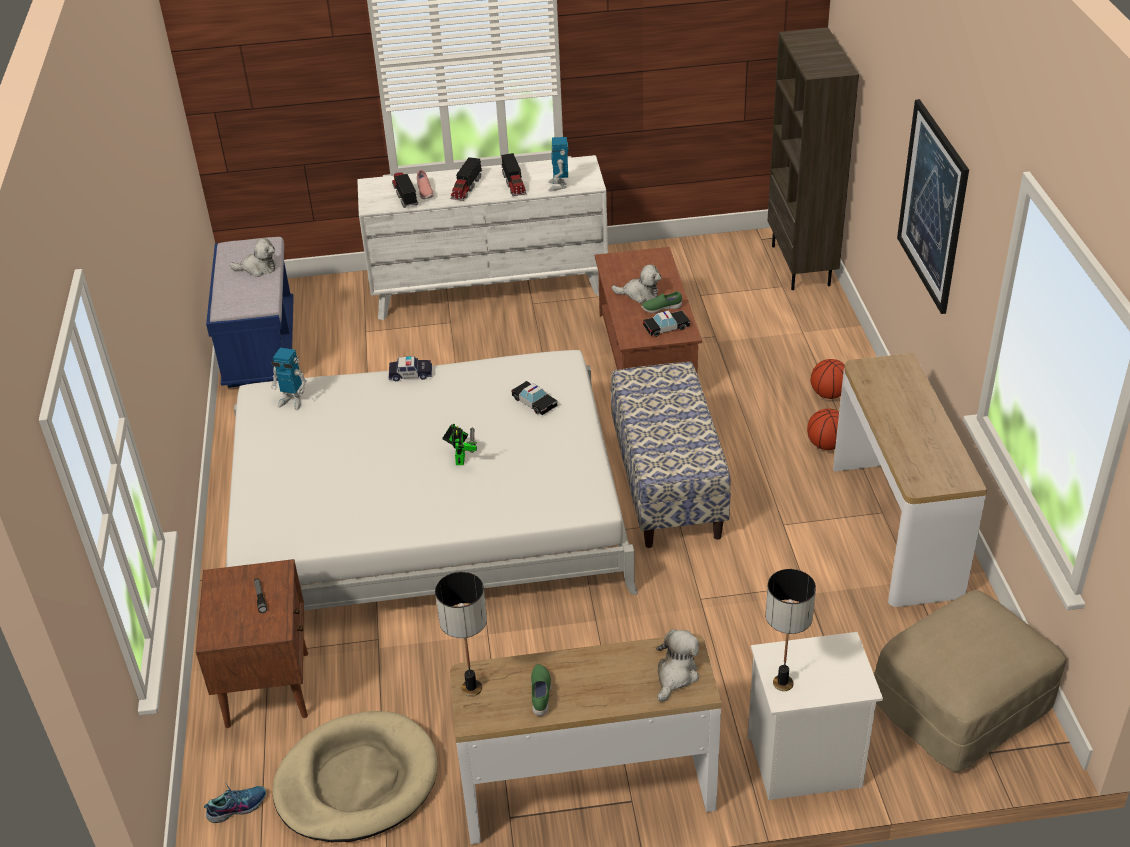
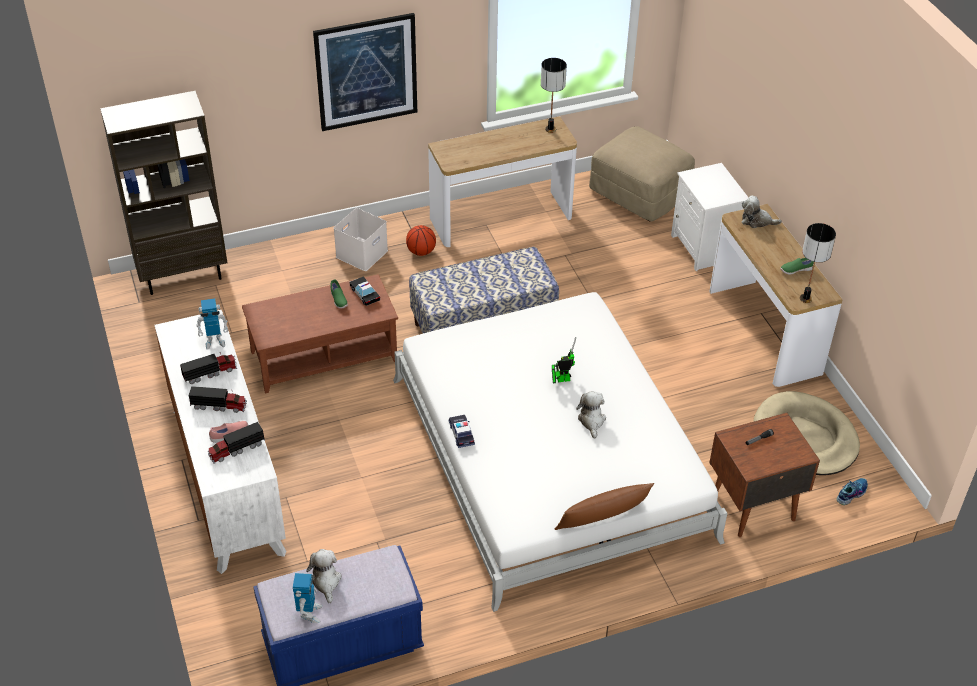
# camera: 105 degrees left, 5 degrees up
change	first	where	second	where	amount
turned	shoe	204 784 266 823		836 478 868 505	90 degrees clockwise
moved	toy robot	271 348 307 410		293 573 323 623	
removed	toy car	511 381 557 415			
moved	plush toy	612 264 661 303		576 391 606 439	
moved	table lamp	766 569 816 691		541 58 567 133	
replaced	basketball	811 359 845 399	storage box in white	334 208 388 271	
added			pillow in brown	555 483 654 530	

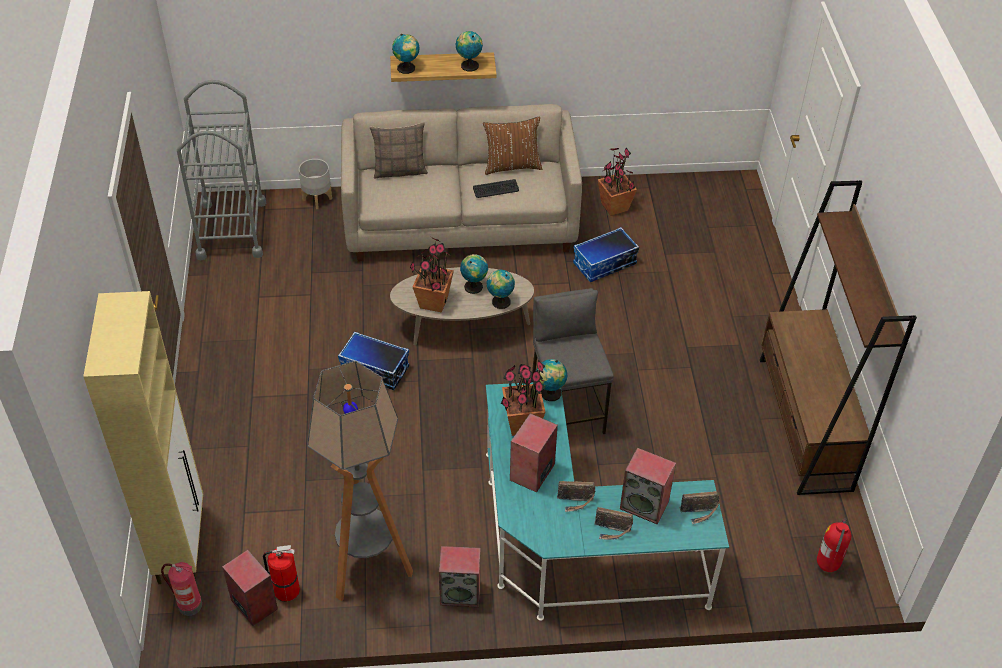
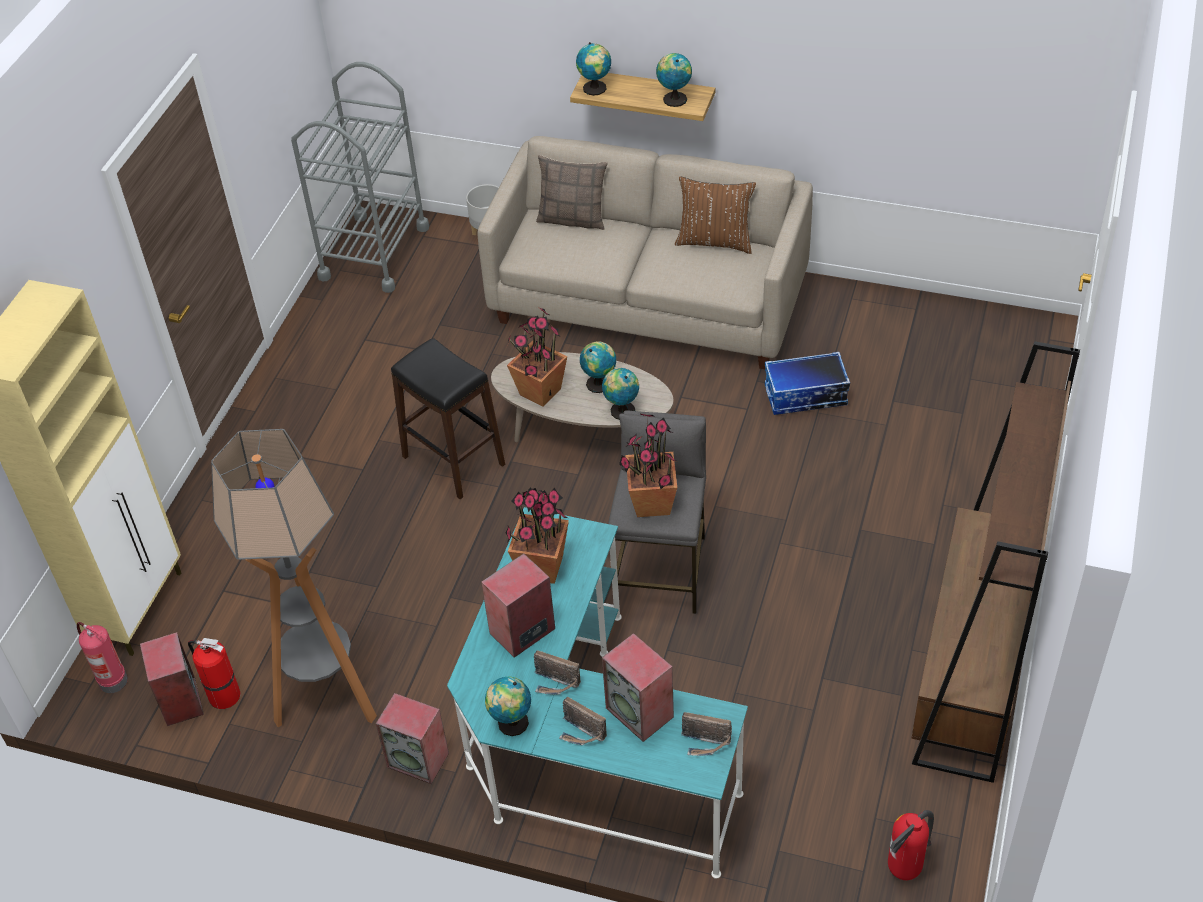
# camera: 25 degrees right, 0 degrees up
change	first	where	second	where	amount
replaced	storage box	338 332 409 390	stool in black	391 338 505 499	
removed	keyboard	473 179 519 198			
moved	globe	536 359 567 401		485 677 531 736	
moved	potted plant	598 147 637 216		619 414 678 517	

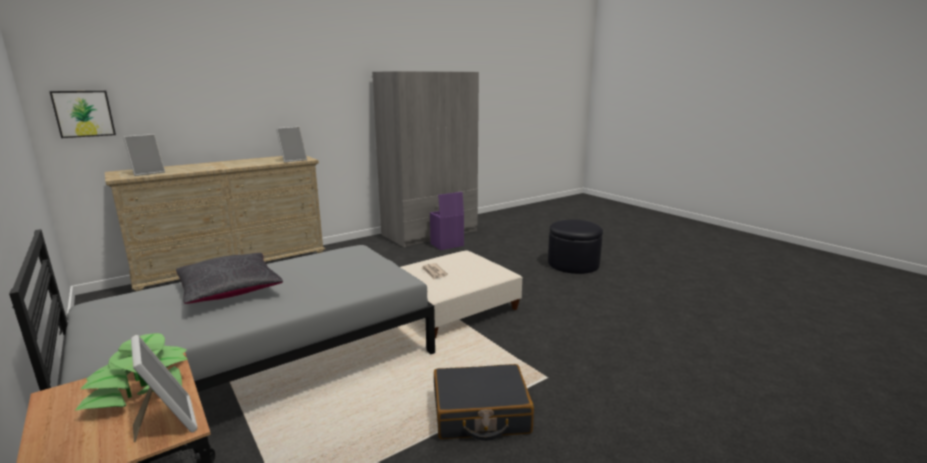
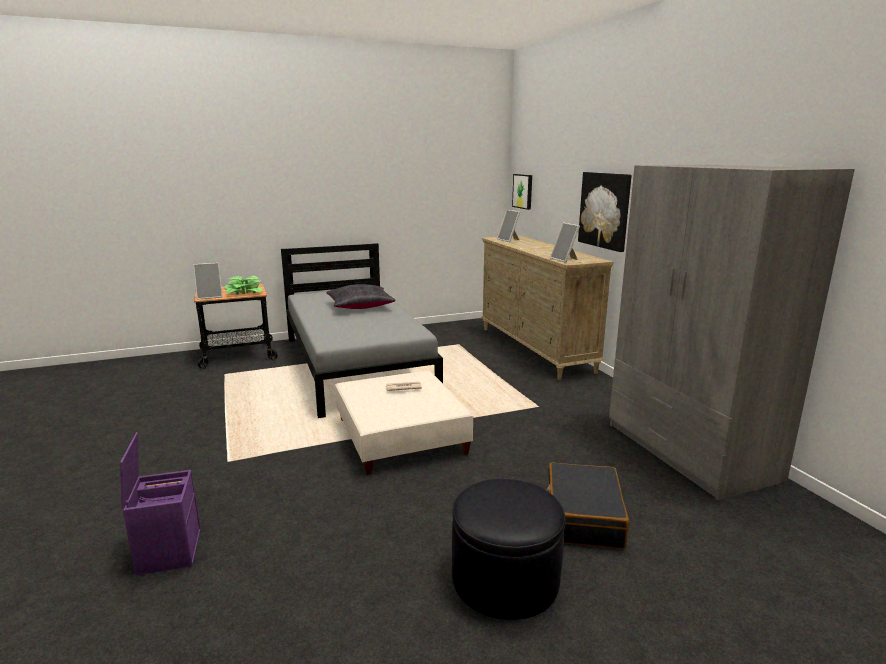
# camera: 105 degrees right, 0 degrees up
change	first	where	second	where	amount
moved	storage box in purple	430 192 464 250		120 432 201 576	
moved	suitcase in black	434 364 534 441		545 462 629 549	
added			picture	578 172 632 252	

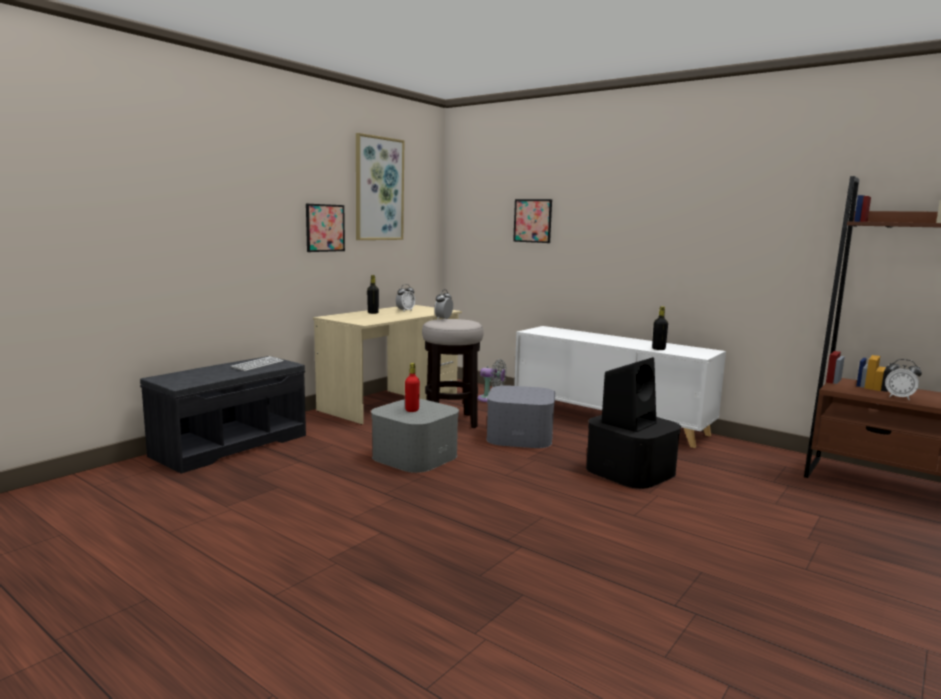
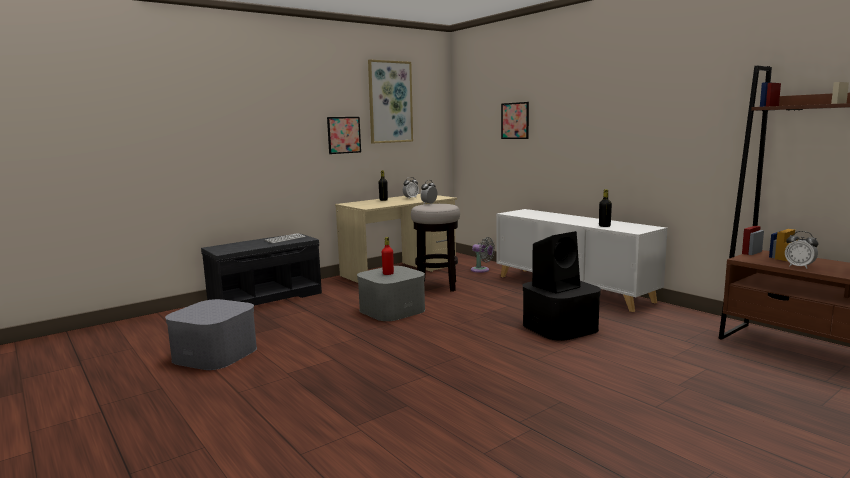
# camera: 15 degrees right, 0 degrees up
change	first	where	second	where	amount
moved	storage box in grey	486 385 555 448		165 299 257 370	

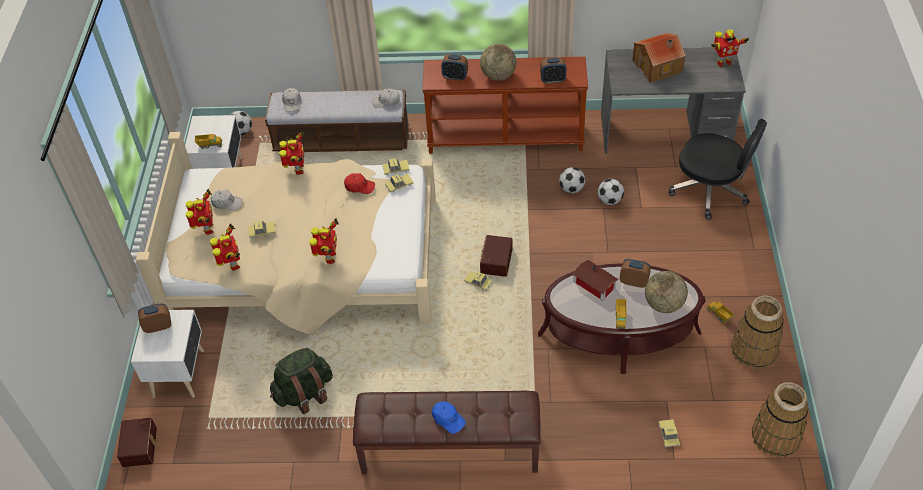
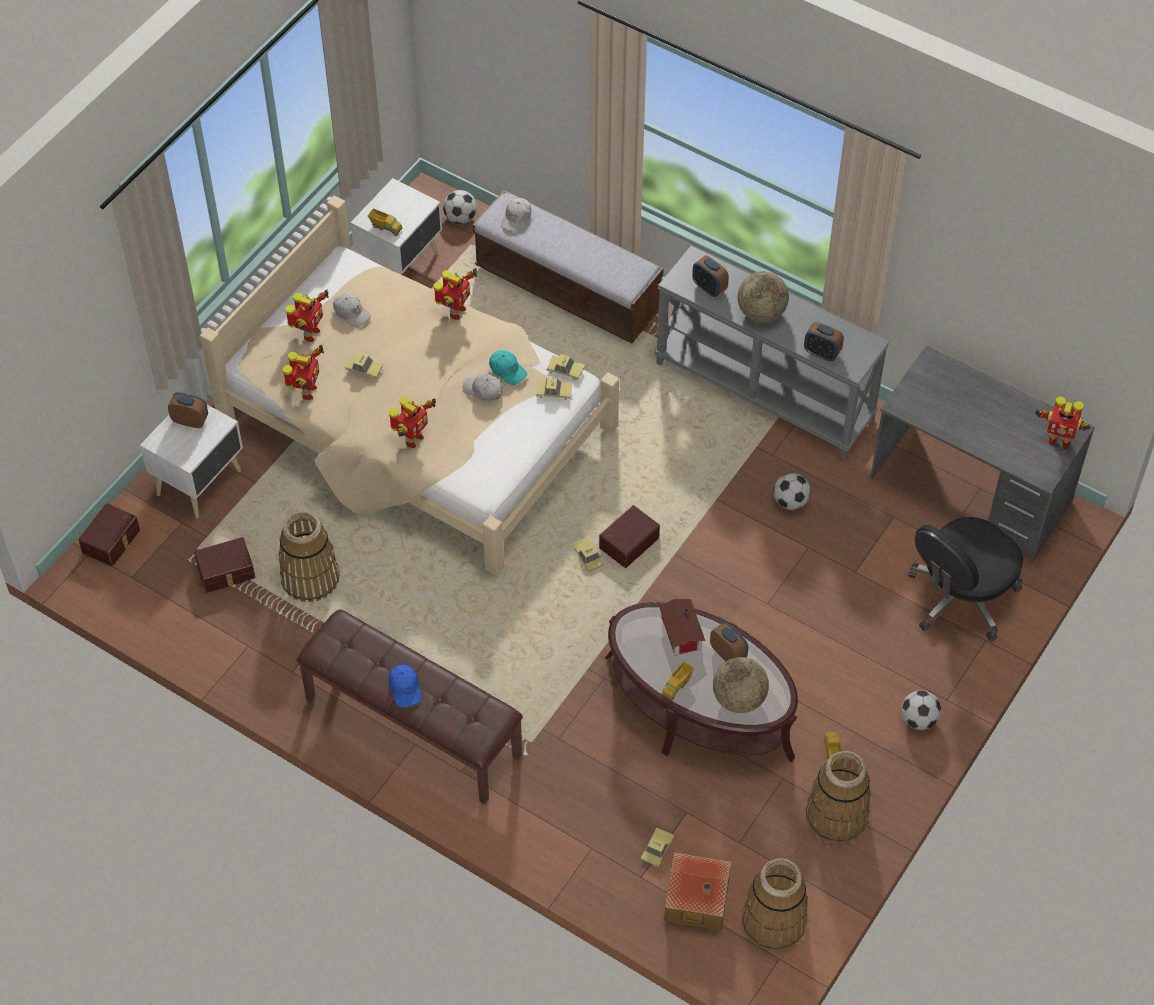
# camera: 30 degrees right, 5 degrees up
change	first	where	second	where	amount
replaced	backpack in green	270 348 333 414	basket	278 511 340 602	
recoloured	cap in red	344 173 375 194	cap in turquoise	489 350 527 385	
moved	cap in white	372 89 399 108		463 373 503 401	
recoloured	console table in brown	422 57 588 154	console table in grey	655 245 890 460	
moved	football	598 179 624 205		901 690 941 730	
moved	toy house	632 33 686 83		664 852 731 930	
turned	office chair in black	669 119 767 220		908 517 1023 641	75 degrees clockwise
added			storage box in brown	194 537 255 593	

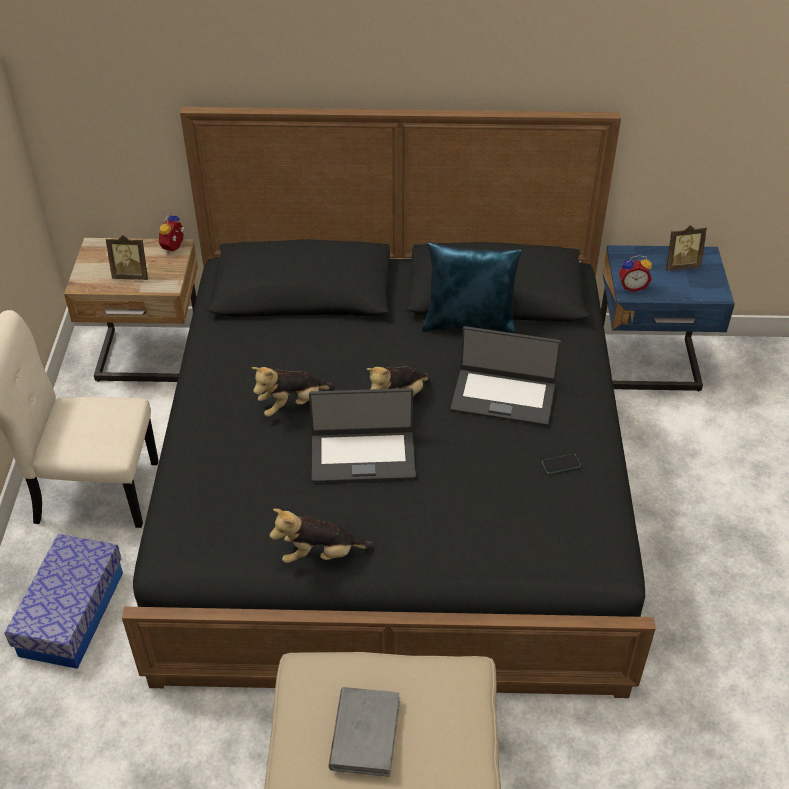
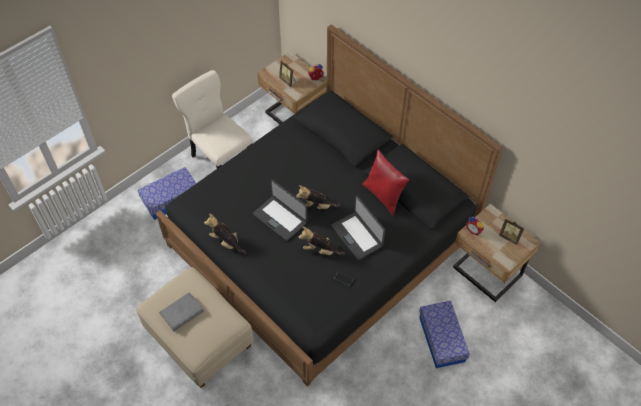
# camera: 45 degrees right, 10 degrees up
change	first	where	second	where	amount
moved	plush toy	252 367 334 417		299 227 345 255	
recoloured	pillow in blue	422 242 522 334	pillow in red	362 150 410 216	
recoloured	nightstand in blue	601 245 735 391	nightstand in beige	453 204 541 302	
added			storage box	419 301 470 368	

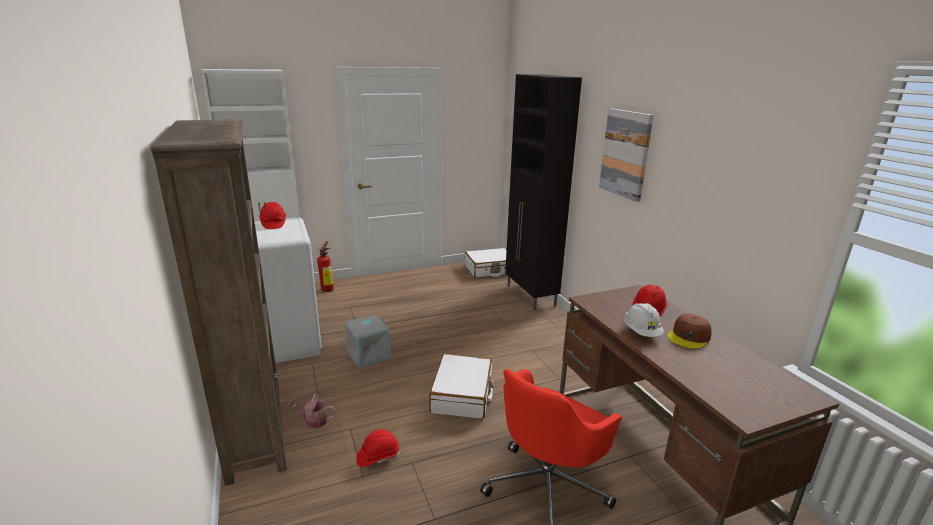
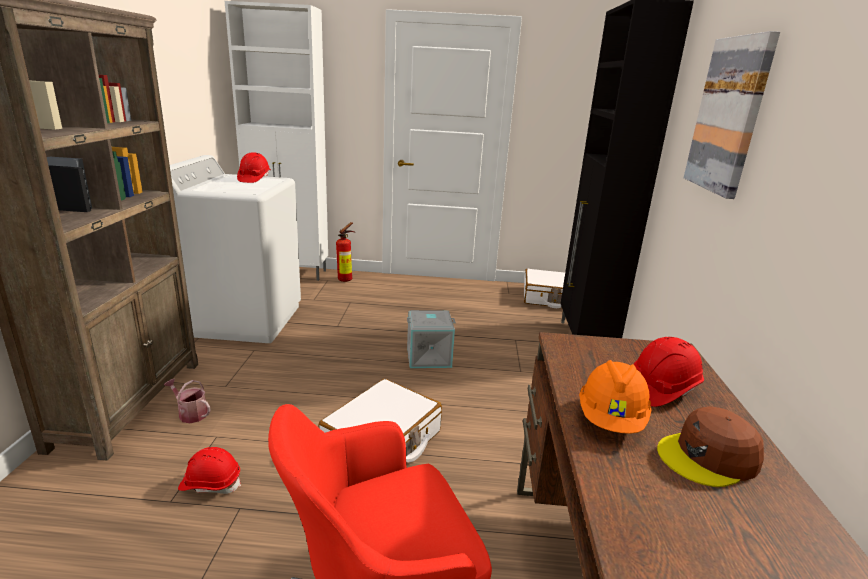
# camera: 25 degrees right, 0 degrees up
change	first	where	second	where	amount
moved	storage box in grey	345 315 390 367		407 310 456 368	
recoloured	hard hat in white	624 303 664 337	hard hat in orange	579 360 651 434	

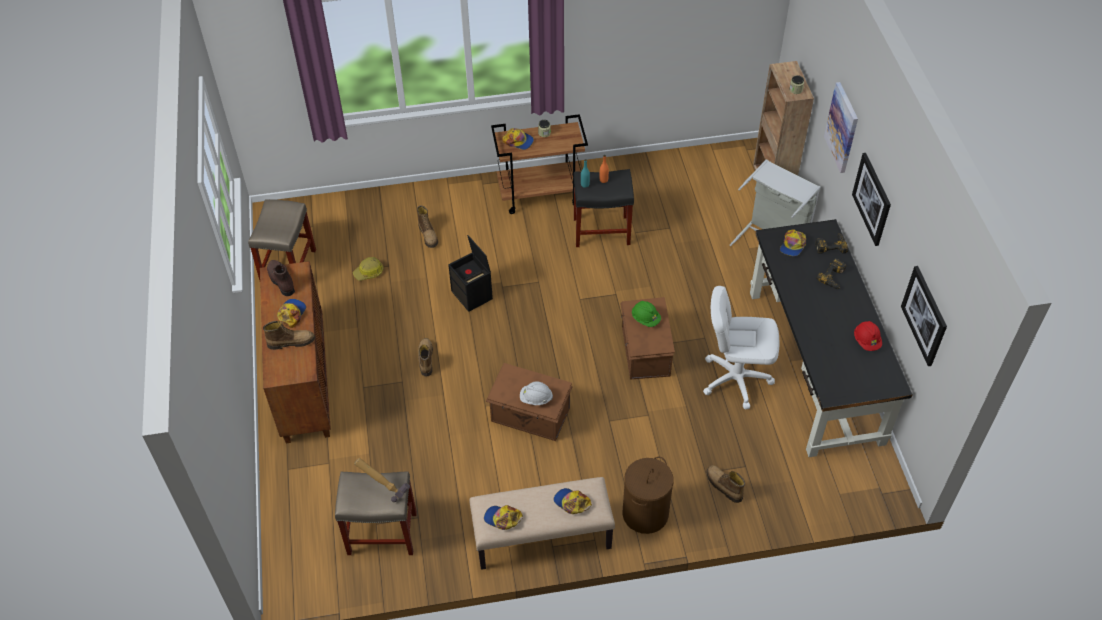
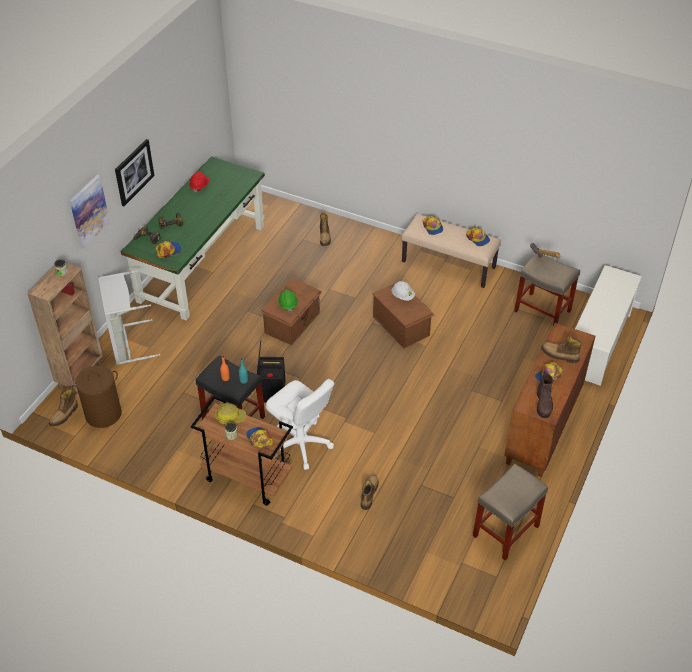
# camera: 145 degrees left, 5 degrees down
change	first	where	second	where	amount
moved	hard hat	353 257 383 281		215 403 246 424	
moved	boot	418 338 433 377		49 388 78 426	
moved	storage box in black	448 235 493 312		257 340 285 402	
moved	laundry basket in brown	622 457 674 534		72 365 122 428	
moved	office chair in white	703 286 779 410		266 379 335 470	
recoloured	desk in black	750 219 913 457	desk in green	121 156 265 320	
removed	picture	901 266 947 366			
added			shoe rack in white	575 265 642 386	

